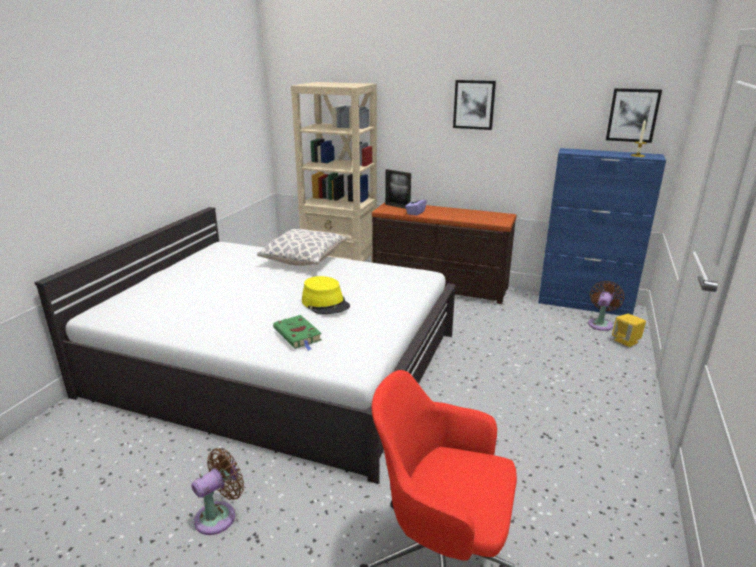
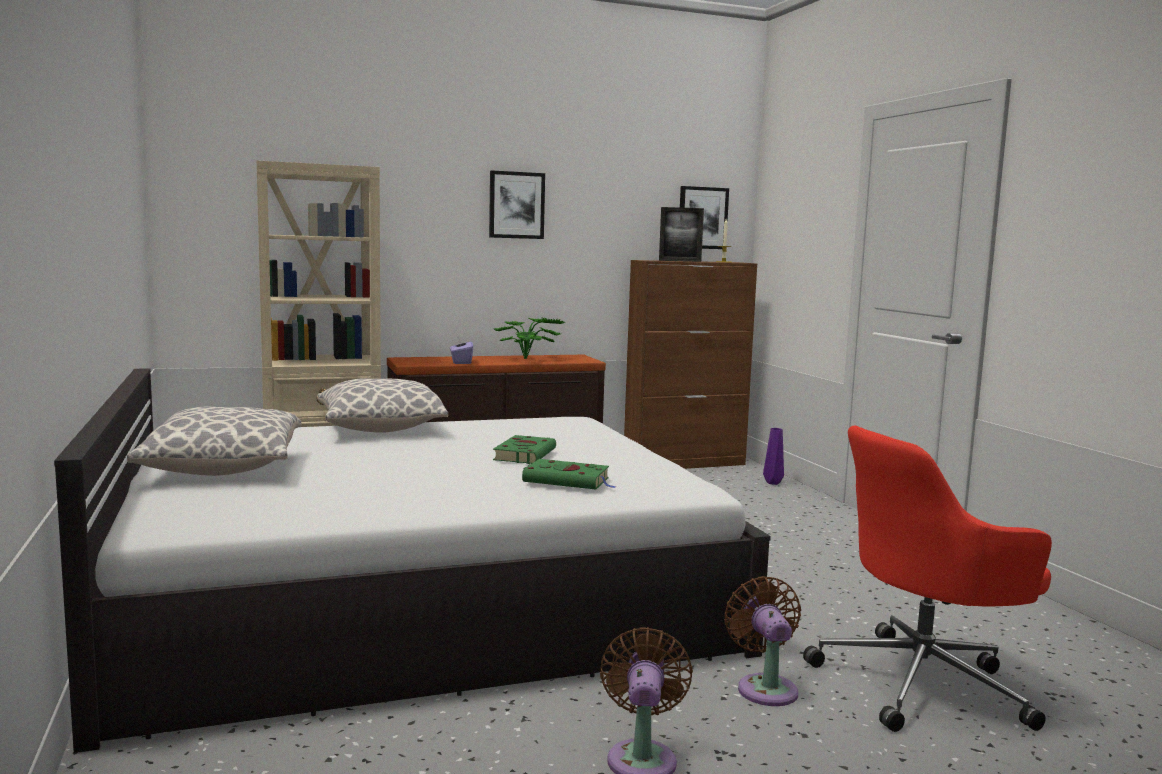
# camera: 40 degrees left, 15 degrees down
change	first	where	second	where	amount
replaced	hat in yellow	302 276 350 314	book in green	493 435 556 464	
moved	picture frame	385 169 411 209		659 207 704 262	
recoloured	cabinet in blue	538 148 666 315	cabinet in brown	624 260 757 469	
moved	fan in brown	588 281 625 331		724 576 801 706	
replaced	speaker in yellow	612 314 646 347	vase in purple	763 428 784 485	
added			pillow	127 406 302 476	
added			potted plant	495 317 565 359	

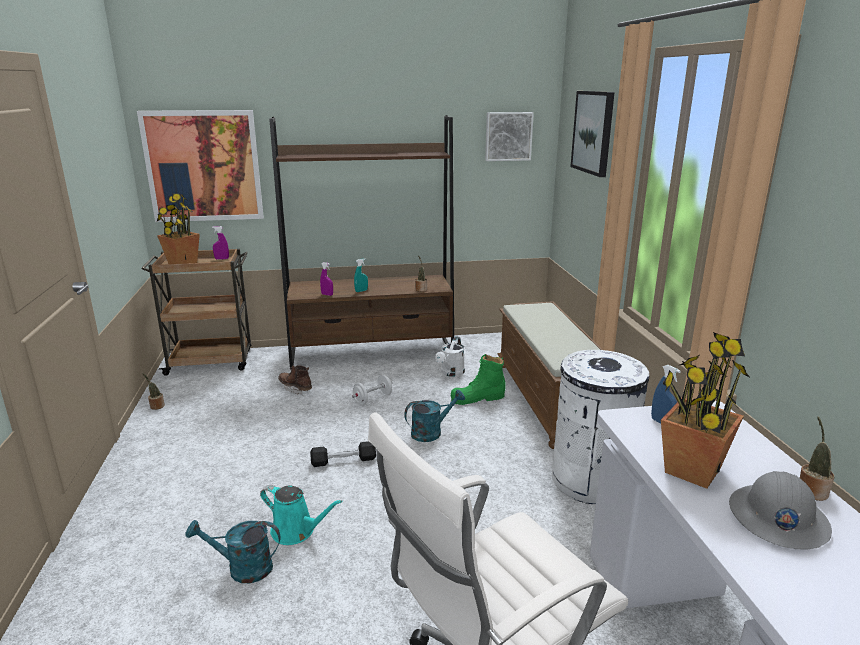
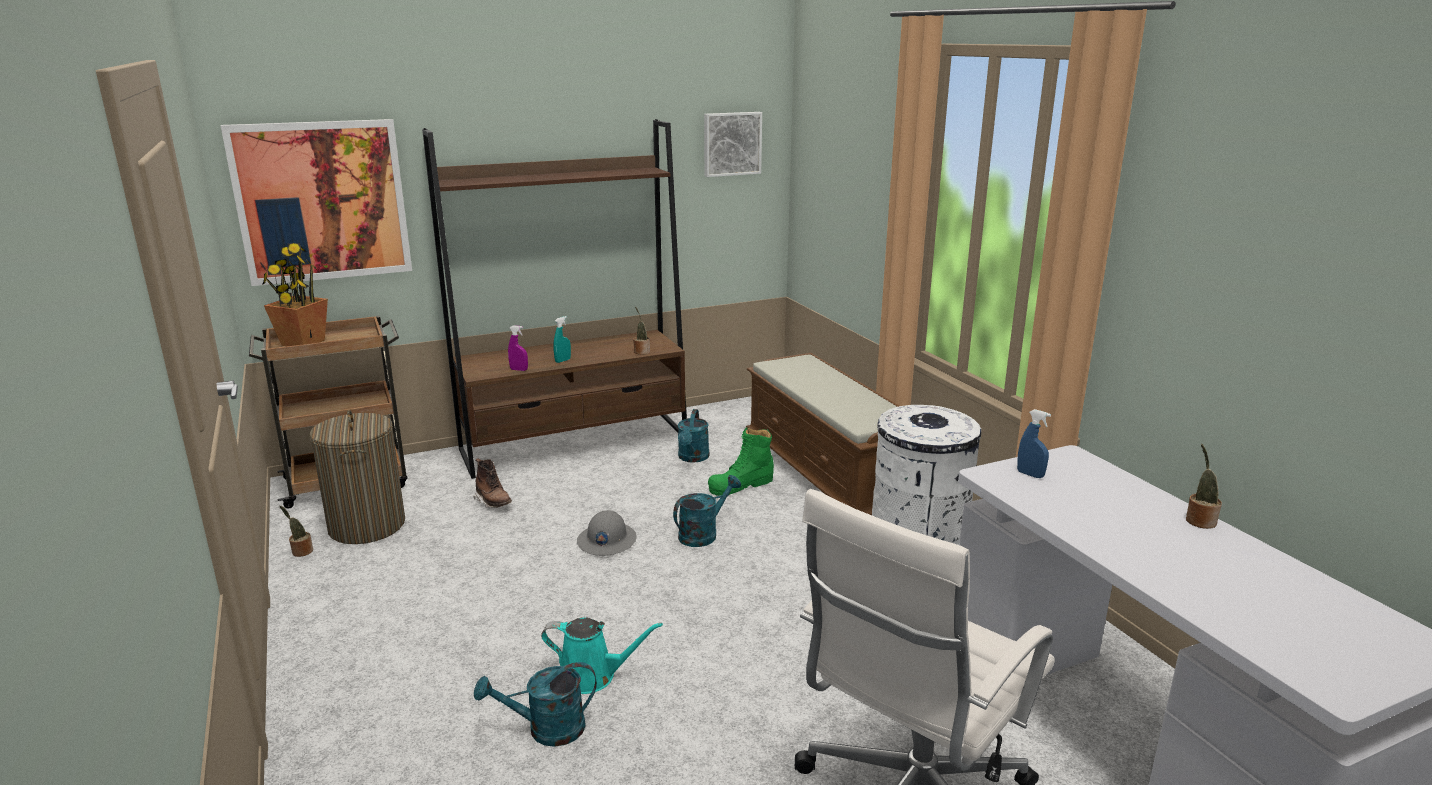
# camera: 15 degrees left, 0 degrees up
change	first	where	second	where	amount
removed	spray bottle in purple	212 226 229 260			
turned	boot in brown	278 365 312 394		473 458 512 508	150 degrees counterclockwise
removed	dumbbell in black	310 441 376 467			
removed	dumbbell in white	352 374 392 405			
recoloured	watering can in white	435 336 465 377	watering can in turquoise	678 409 709 463	
removed	picture	570 91 615 177			
removed	potted plant	661 332 751 489			
moved	hard hat in grey	729 471 832 549		577 510 637 556	
added			laundry basket	310 410 405 544	

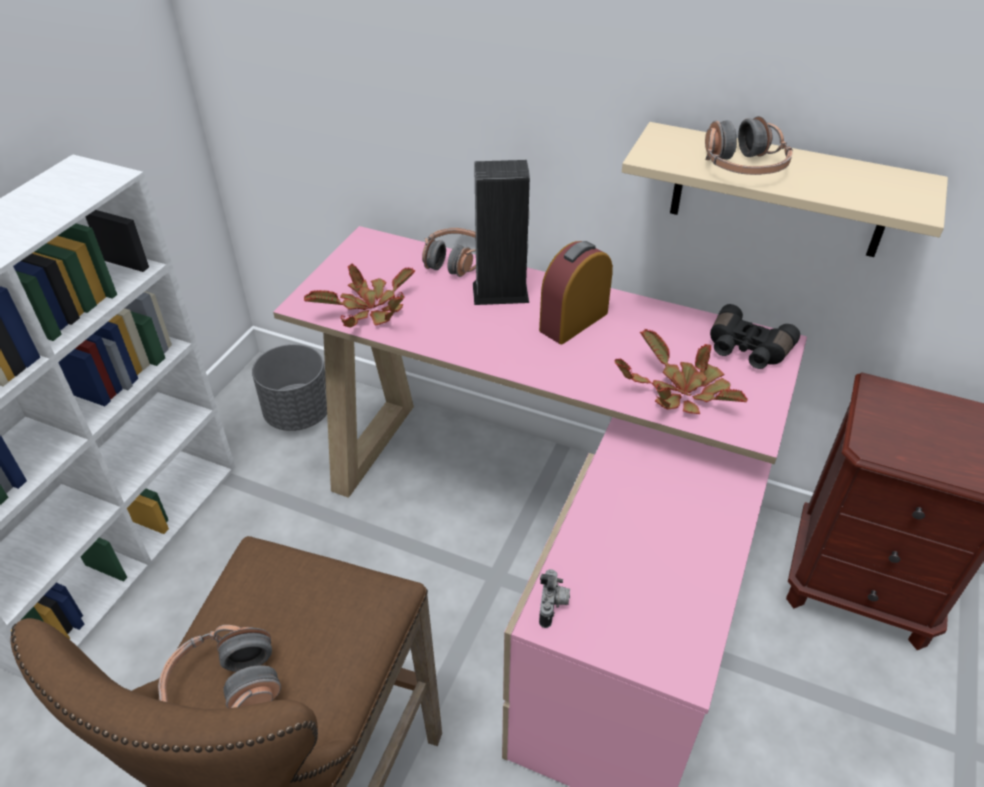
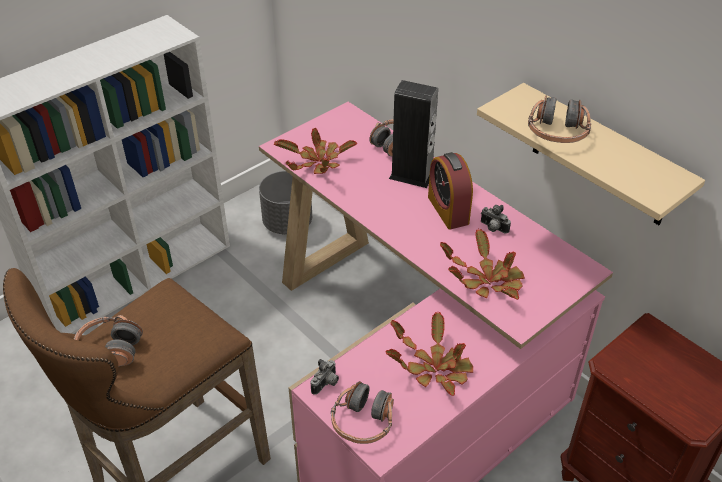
# camera: 25 degrees right, 0 degrees up
change	first	where	second	where	amount
turned	alarm clock	539 241 613 344		428 152 473 229	90 degrees counterclockwise
removed	binoculars in black	710 304 800 369			
added			headphones	331 381 394 444	
added			potted plant	386 311 473 396	
added			photo camera	481 205 511 234	

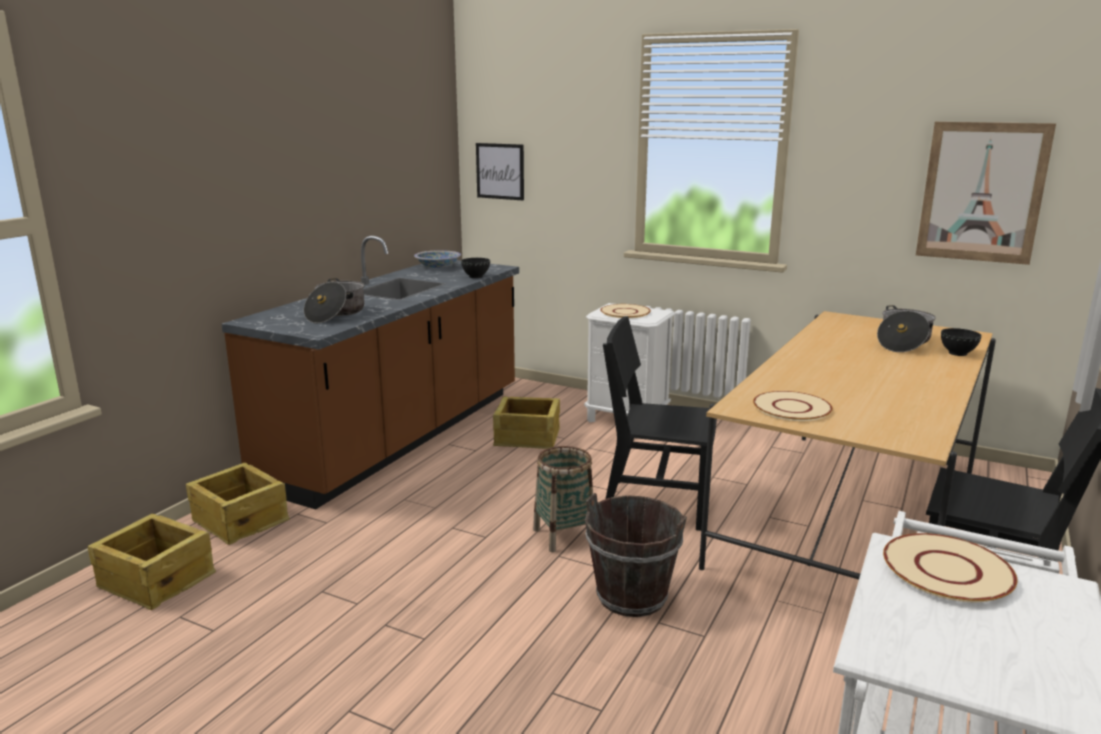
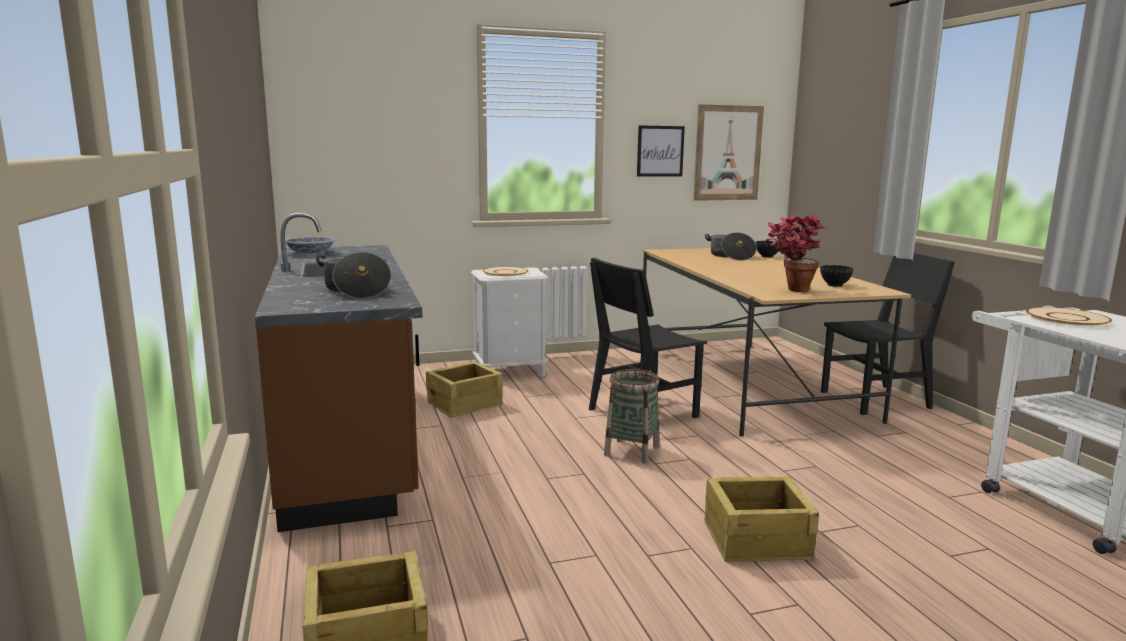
# camera: 45 degrees left, 5 degrees down
change	first	where	second	where	amount
moved	crate	186 463 290 545		705 476 819 562	
moved	bowl in black	461 258 490 278		820 265 853 287	
moved	picture	476 143 524 200		637 125 685 177	
removed	bucket in brown	585 493 687 617			
replaced	plate in beige	753 391 833 421	potted plant	765 215 828 292	

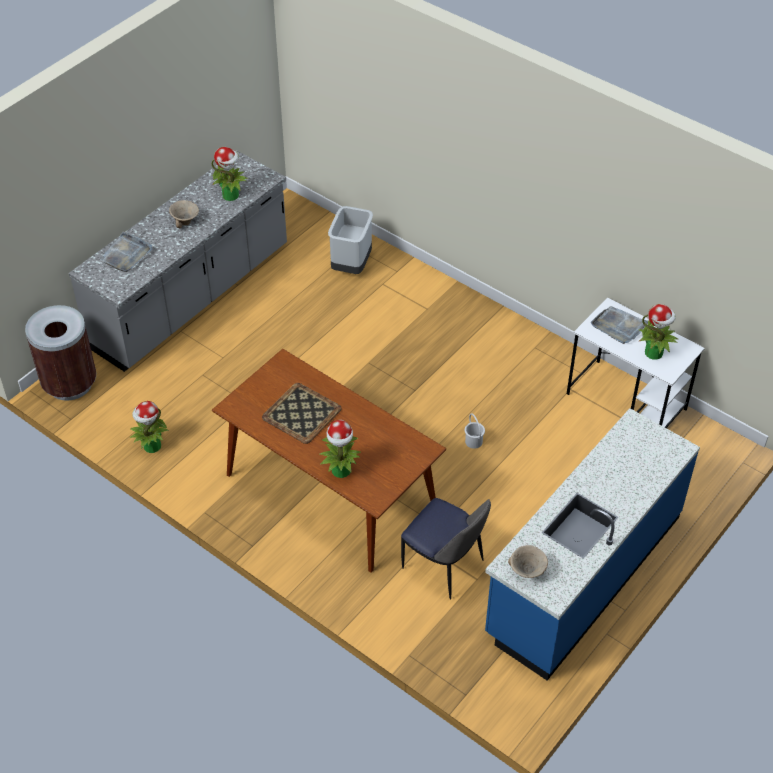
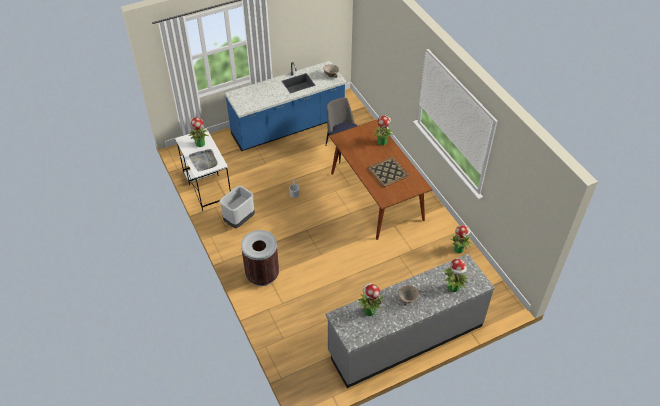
# camera: 155 degrees left, 0 degrees up
change	first	where	second	where	amount
moved	trash can in brown	25 305 96 401		241 230 279 286	
replaced	tray in grey	100 232 153 272	potted plant	444 259 468 292	
moved	trash can in grey	328 206 373 274		219 186 255 228	

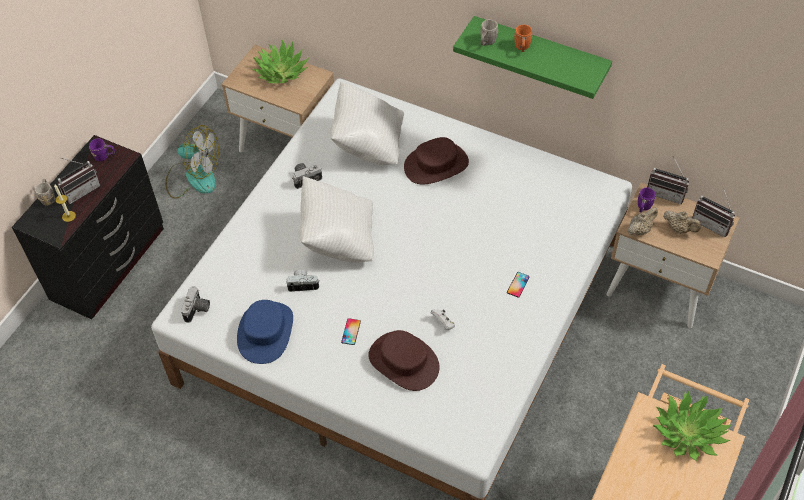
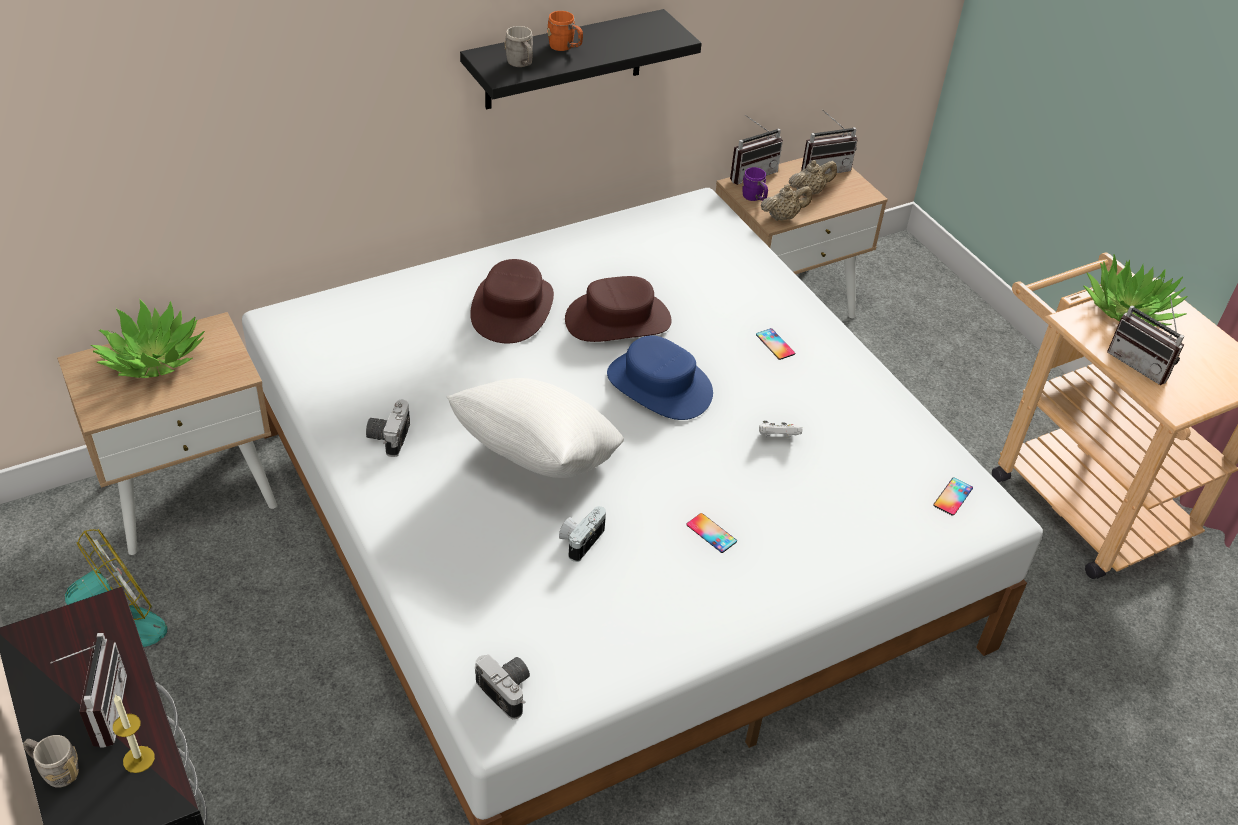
# camera: 60 degrees left, 10 degrees down
change	first	where	second	where	amount
removed	mug in purple	89 138 115 161			
moved	hat in blue	237 300 293 364		607 335 713 420	
removed	pillow in white	330 81 404 165			
moved	hat in brown	368 330 440 391		565 276 672 342	
recoloured	shelf in green	453 16 612 99	shelf in black	460 9 702 109	
turned	teapot in beige	628 207 658 235		761 184 812 221	75 degrees clockwise
added			phone	933 477 973 516	
added			radio	1107 295 1184 385	

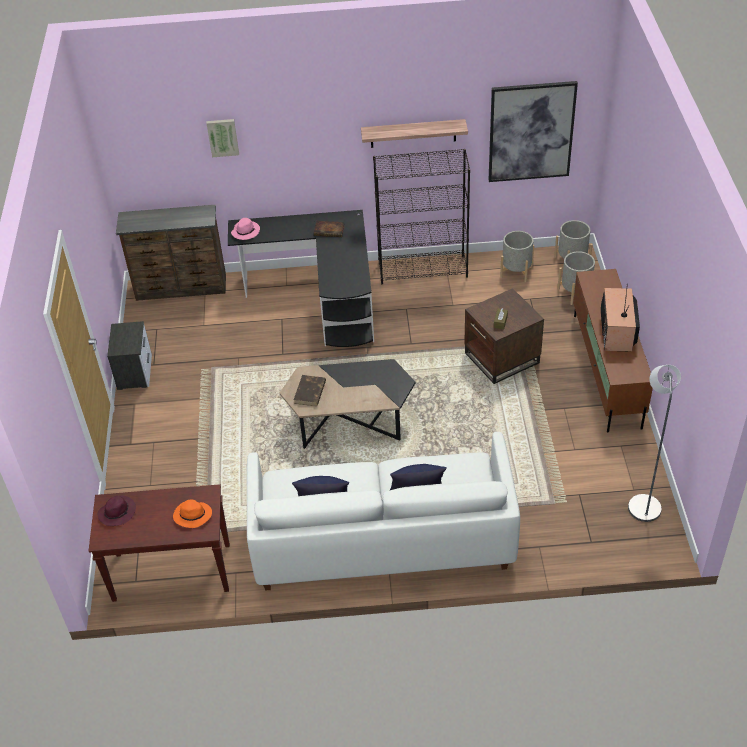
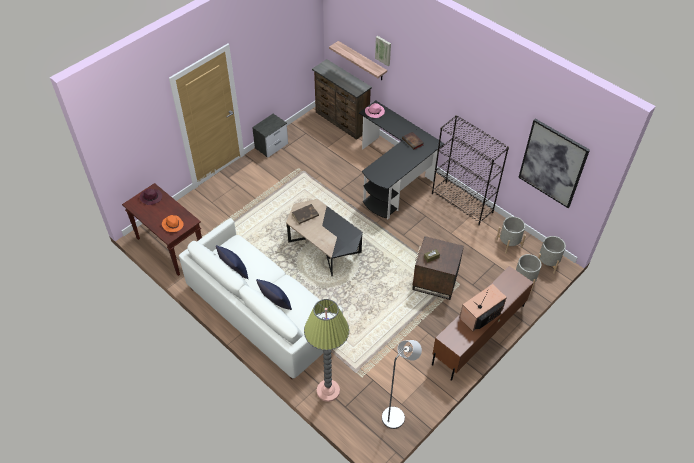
# camera: 45 degrees right, 5 degrees up
change	first	where	second	where	amount
moved	shelf	361 119 468 148		329 41 387 80	
added			floor lamp	304 299 349 402	

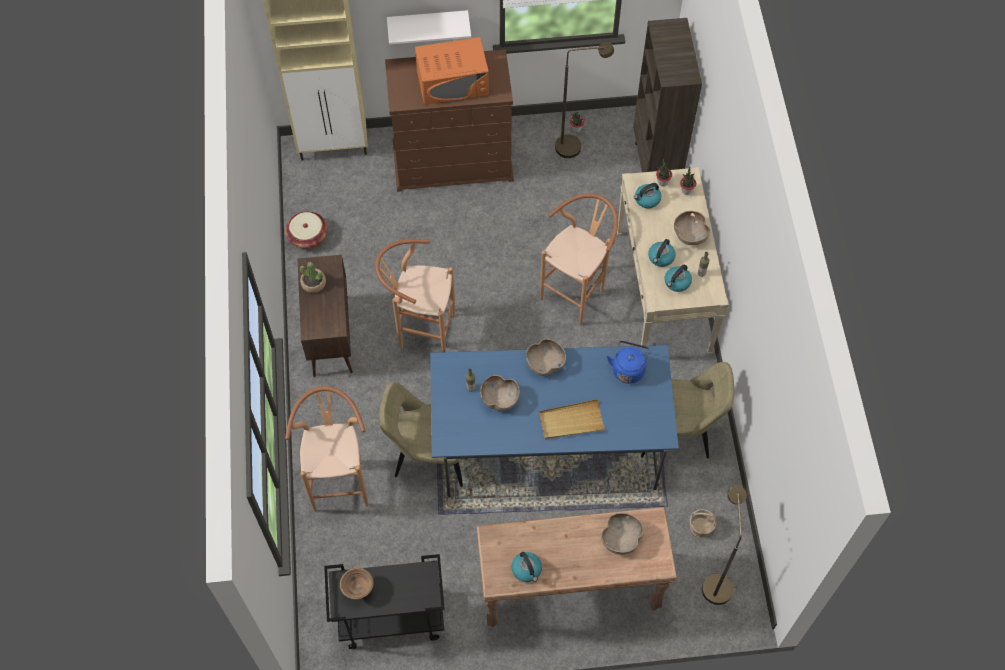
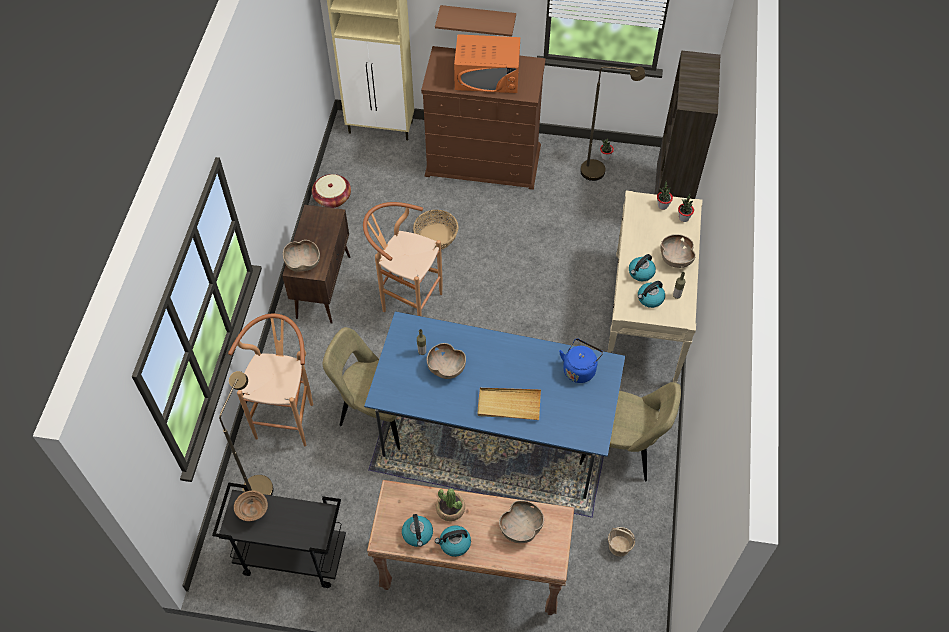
# camera: 15 degrees right, 5 degrees down
change	first	where	second	where	amount
moved	potted plant	300 262 326 293		436 489 465 521	
recoloured	shelf in white	387 10 471 45	shelf in brown	435 5 516 37	
moved	bowl in brown	526 339 566 376		283 240 320 271	
removed	stool in brown	540 193 618 325			
moved	kettle	634 183 661 209		435 525 471 557	
moved	floor lamp in brown	702 486 747 605		219 371 273 495	
added			basket	413 210 458 249	

